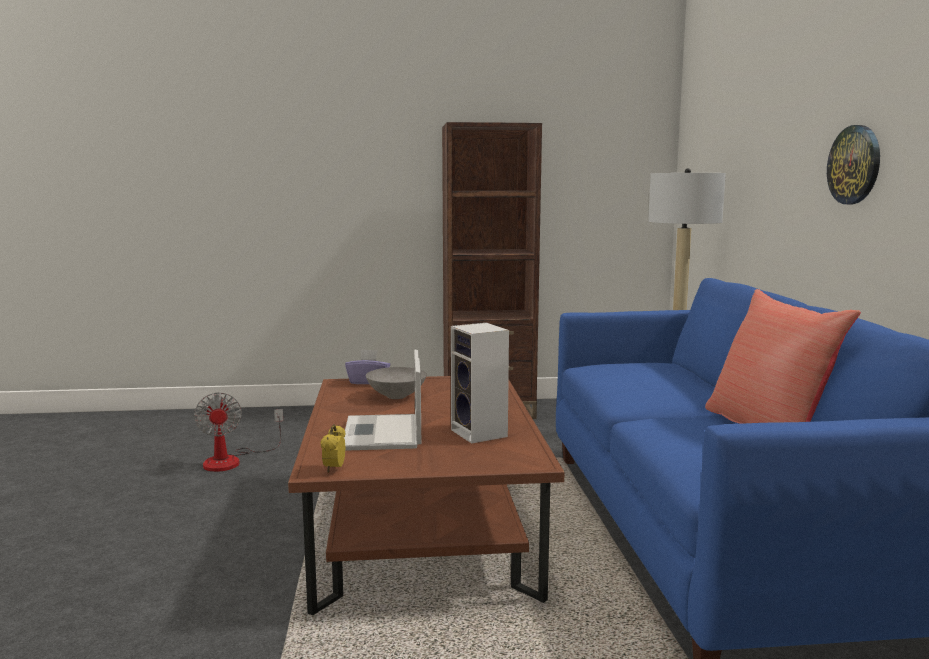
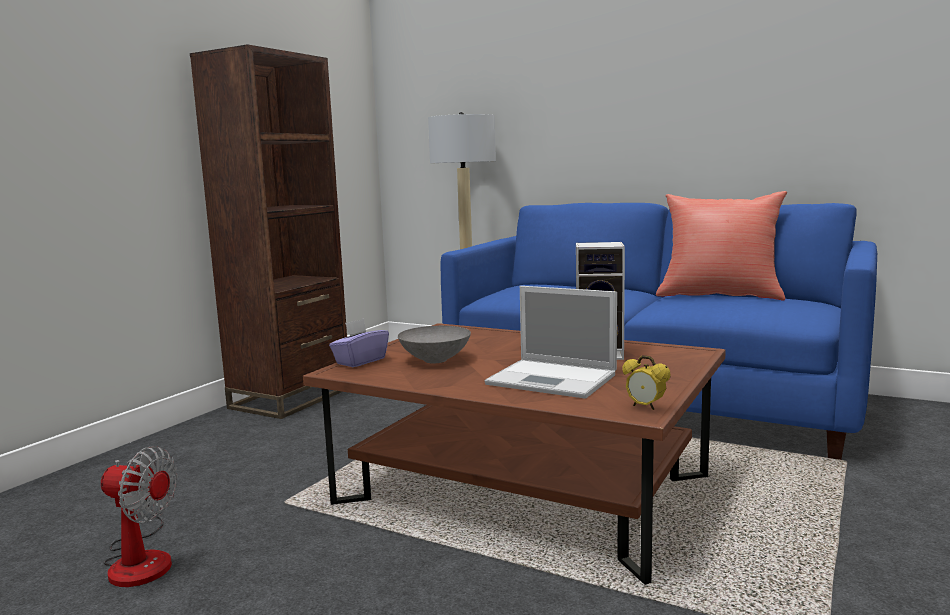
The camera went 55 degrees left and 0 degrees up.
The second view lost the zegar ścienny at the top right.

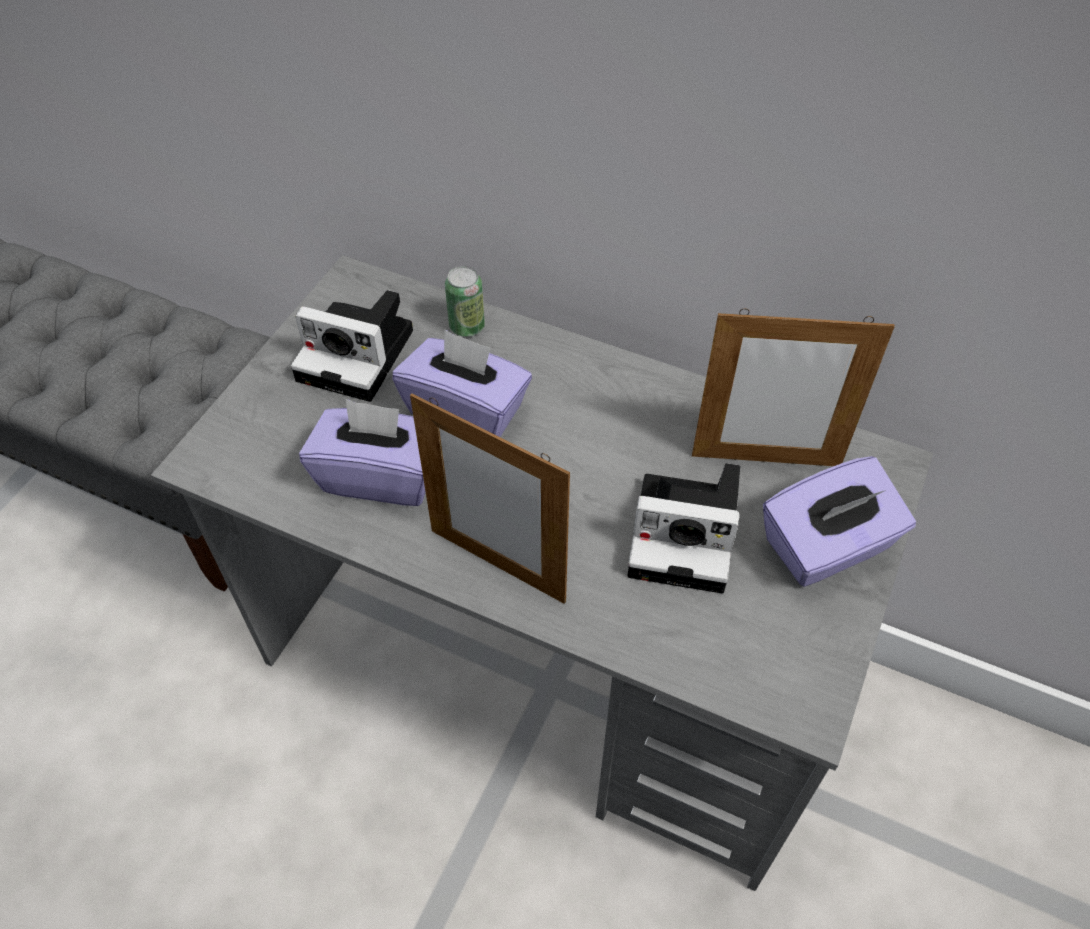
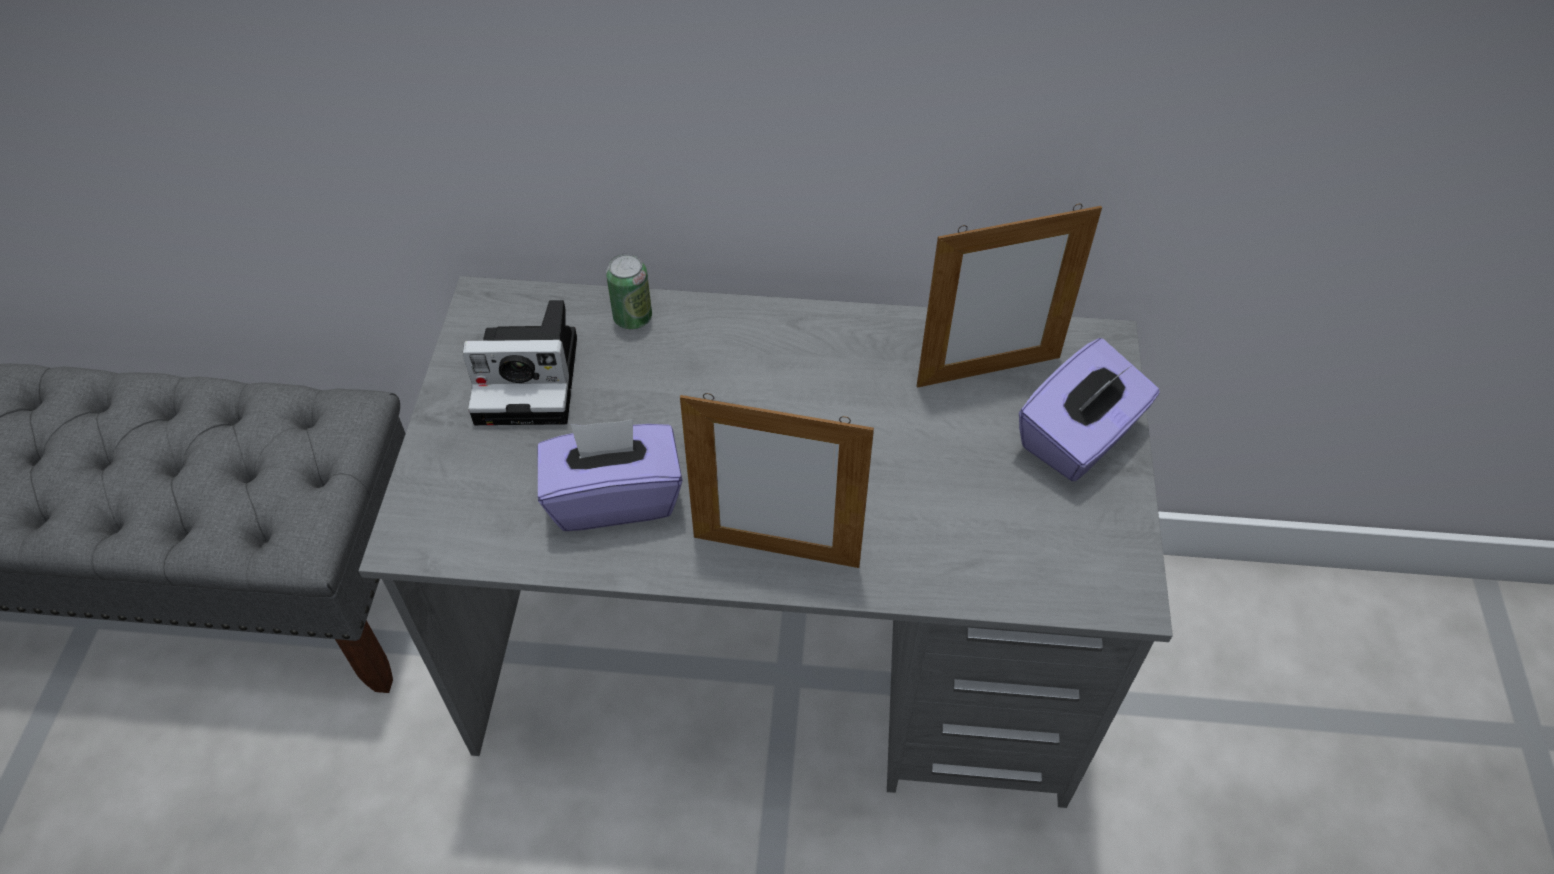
The camera went 20 degrees left and 0 degrees up.
The second view lost the pudełko chusteczek [fioletowy] (2nd from left) at the centre.
The second view lost the aparat fotograficzny (2nd from left) at the centre.

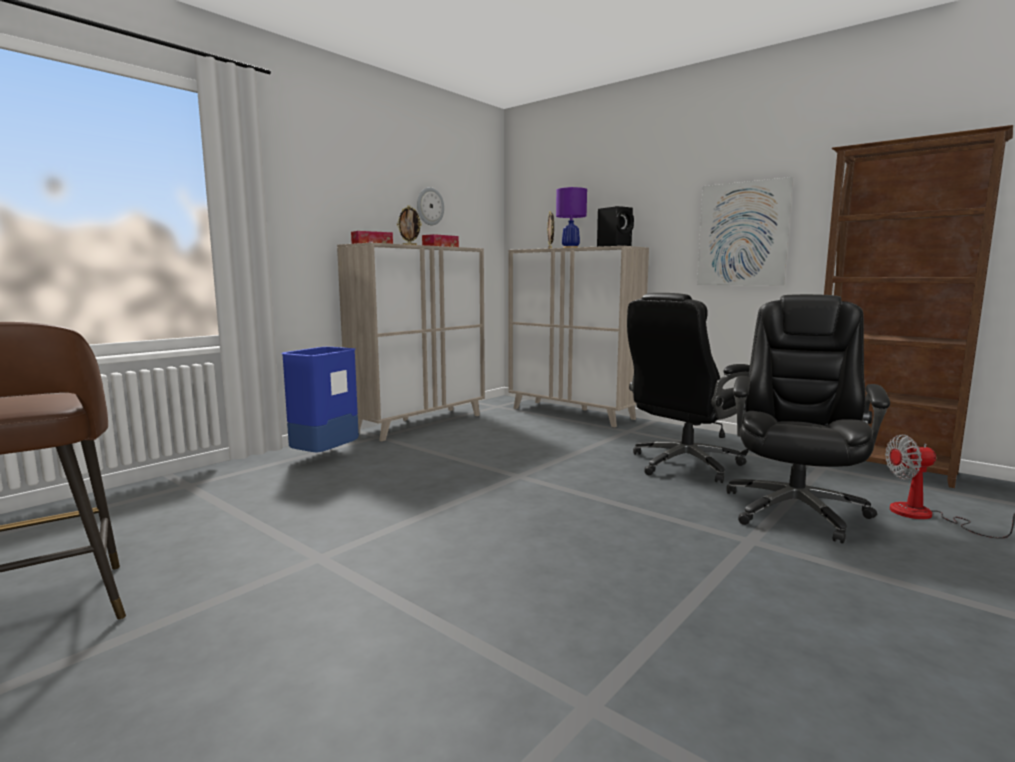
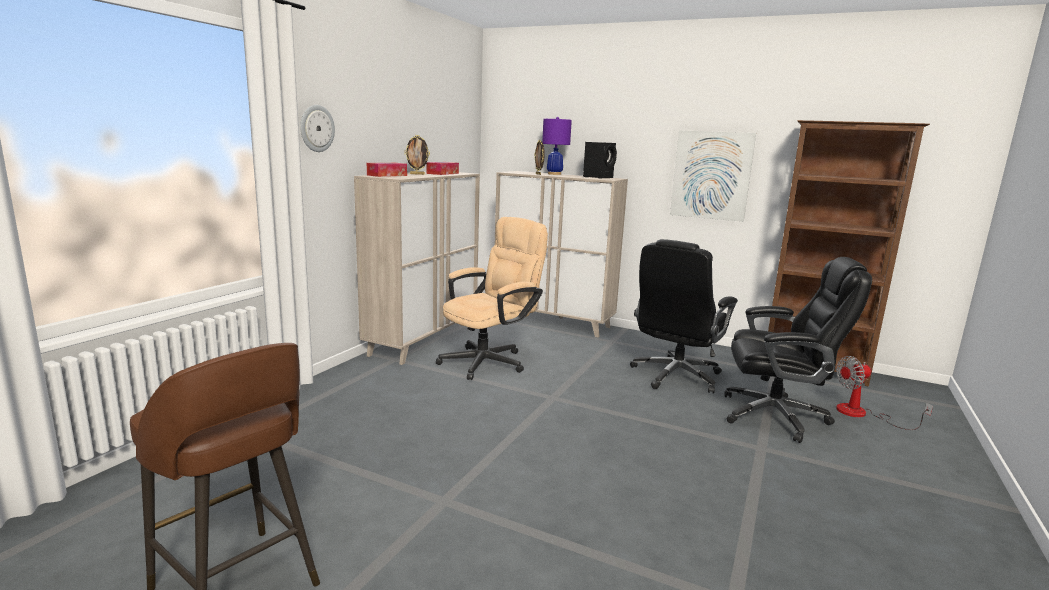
The camera went 15 degrees left and 5 degrees up.
The second view lost the kosz na śmieci [niebieski] at the middle left.
The zegar ścienny ended up elsewhere, having gone from the top centre to the top left.
The krzesło biurowe [czarny] (2nd from left) at the middle right ended up facing another way, 90 degrees clockwise from before.
The second view gained the krzesło biurowe [beżowy] at the centre.

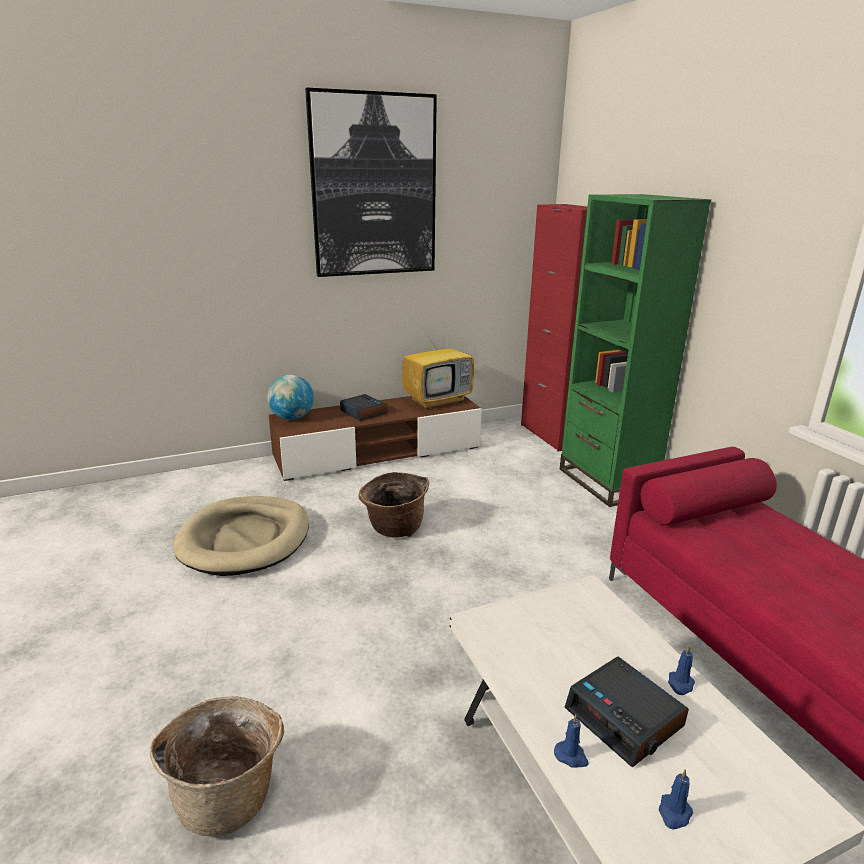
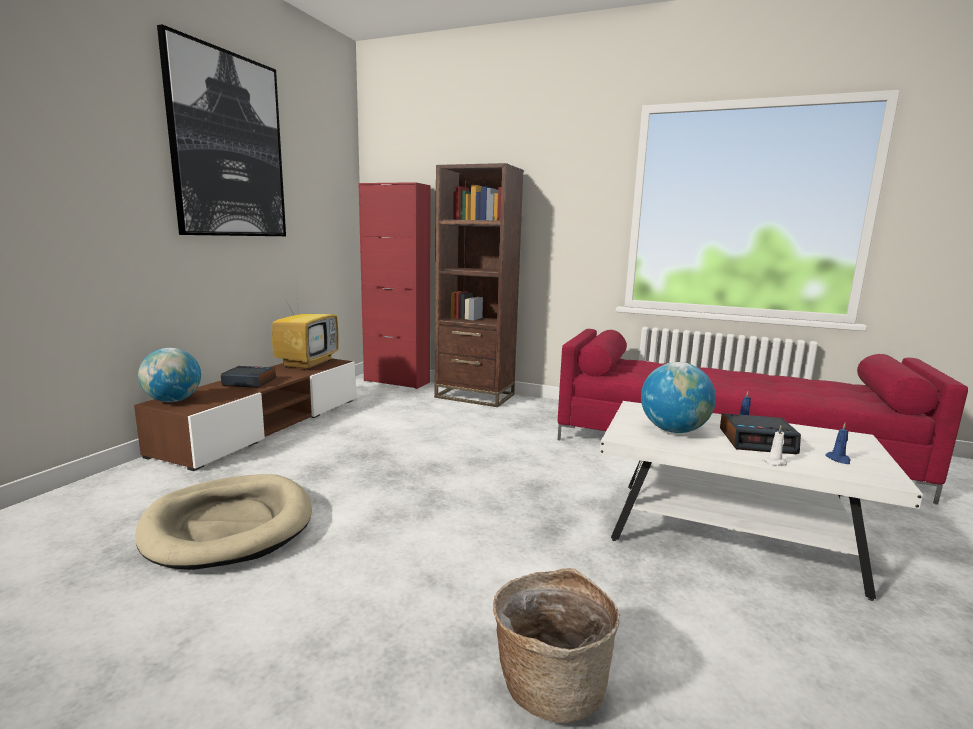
The camera went 45 degrees left and 10 degrees down.
The second view lost the koszyk (2nd from left) at the centre.
What was the świeca [niebieski] (1st from left) at the bottom centre turned into the świeca [biały] at the middle right.
What was the regał [zielony] at the middle right turned into the regał [brązowy] at the centre.
The second view gained the globus (2nd from left) at the middle right.

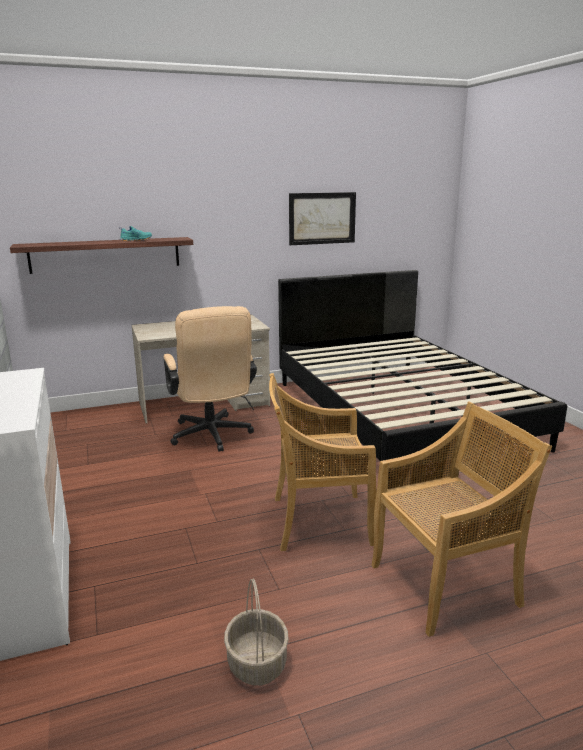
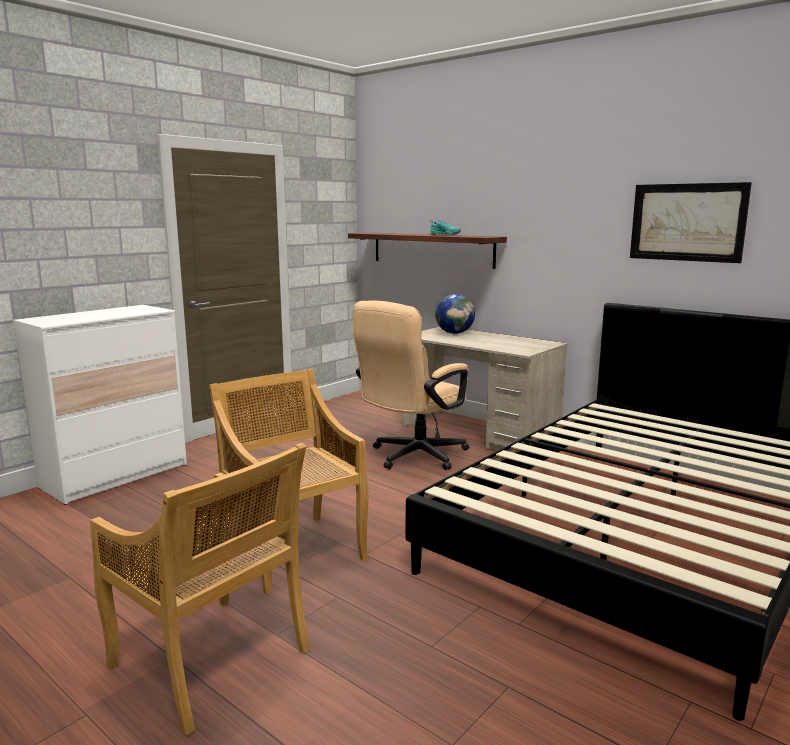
The camera went 60 degrees right and 5 degrees down.
The second view lost the koszyk at the bottom centre.
The second view gained the globus at the centre.

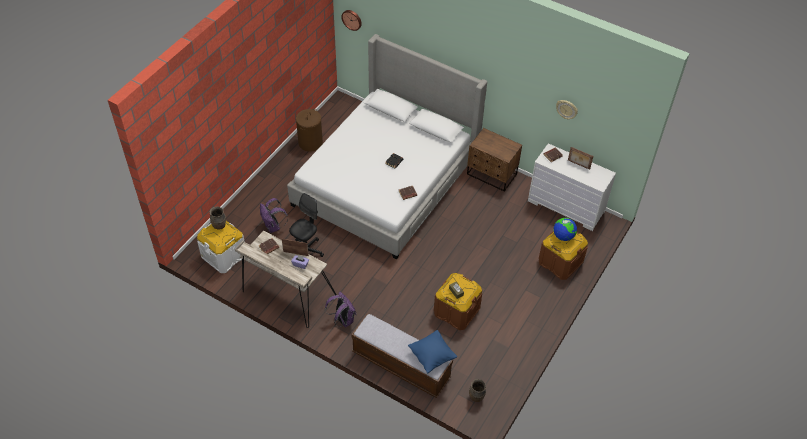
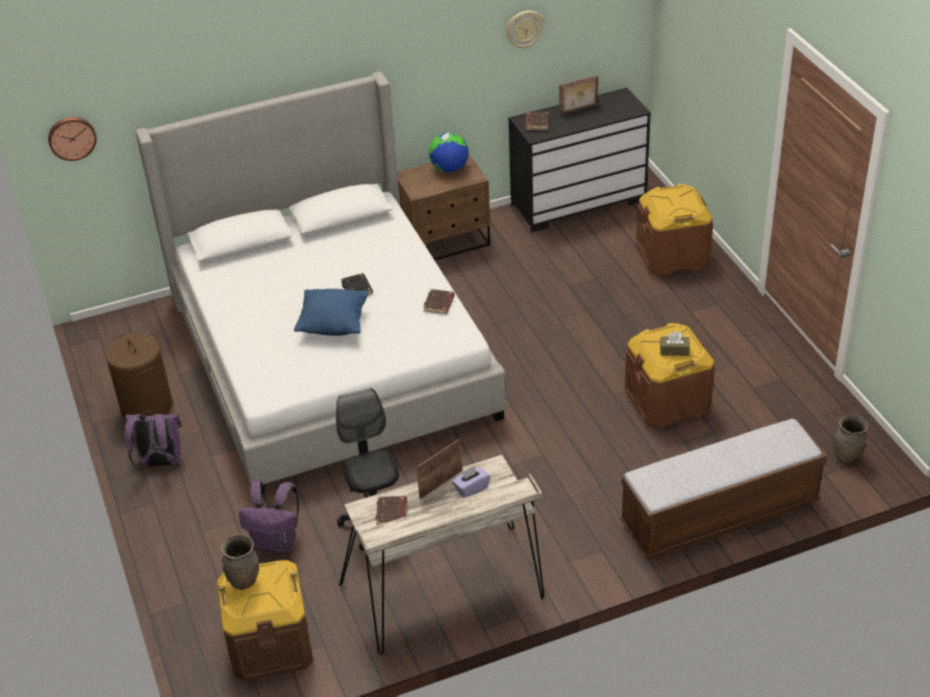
The camera went 50 degrees left and 10 degrees down.
What was the pojemnik do przechowywania [biały] at the middle left turned into the pojemnik do przechowywania [brązowy] (1st from left) at the bottom left.
The plecak [fioletowy] (2nd from left in the first image) ended up elsewhere, having gone from the bottom centre to the middle left.
The poduszka [niebieski] ended up elsewhere, having gone from the bottom centre to the centre.
What was the komoda [biały] at the middle right turned into the komoda [czarny] at the top centre.
The globus ended up elsewhere, having gone from the middle right to the top centre.

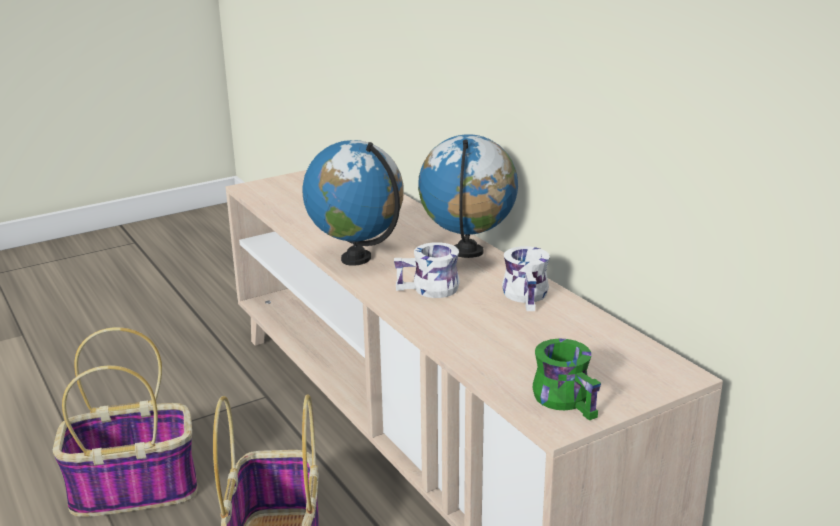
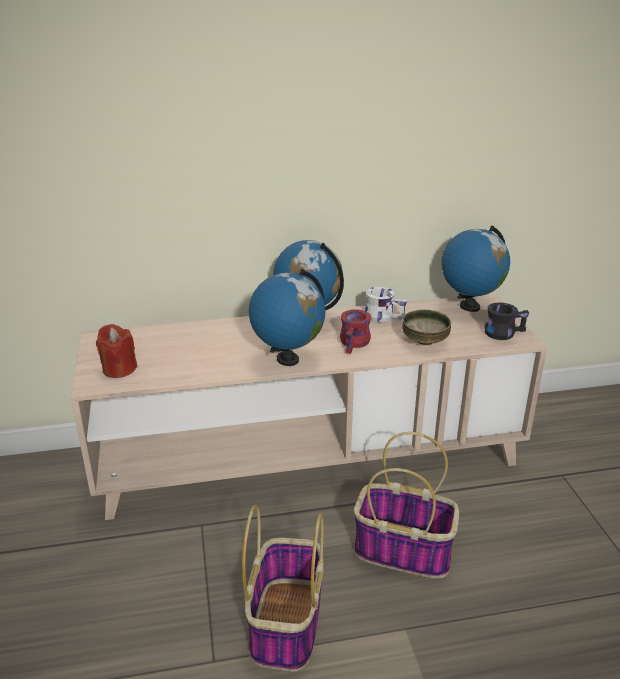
The camera went 70 degrees left and 5 degrees up.
What was the kubek [biały] (1st from left) at the centre turned into the kubek [czerwony] at the centre.
What was the kubek [zielony] at the bottom right turned into the kubek [czarny] at the middle right.
The second view gained the świeca [czerwony] at the middle left.
The second view gained the miska at the middle right.
The second view gained the globus (3rd from left) at the middle right.

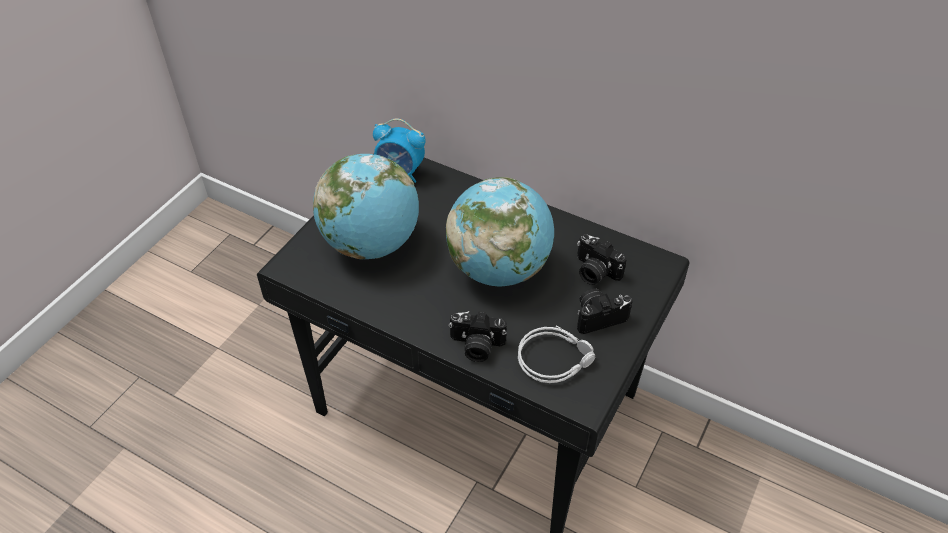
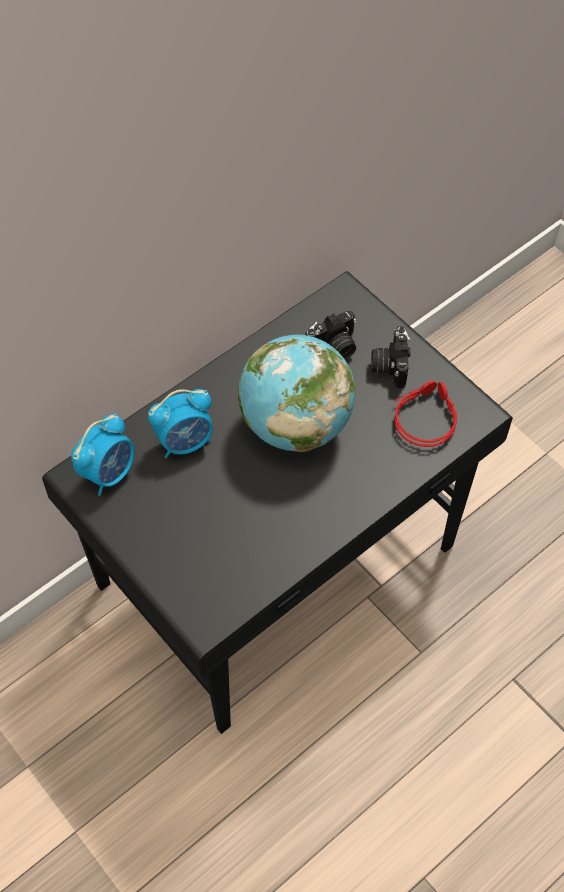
The camera went 70 degrees left and 10 degrees up.
The second view lost the globus (1st from left) at the centre.
The second view lost the aparat fotograficzny (1st from left) at the centre.
What was the słuchawki [szary] at the centre turned into the słuchawki [czerwony] at the middle right.
The second view gained the budzik (2nd from left) at the middle left.

